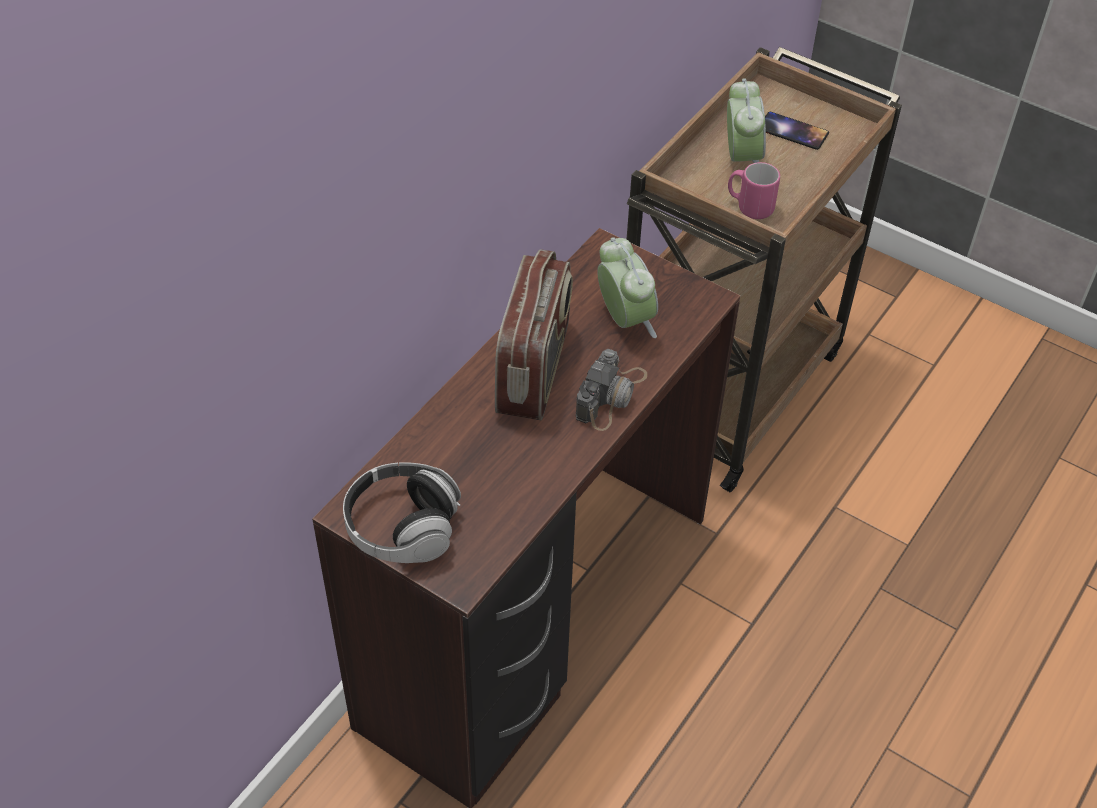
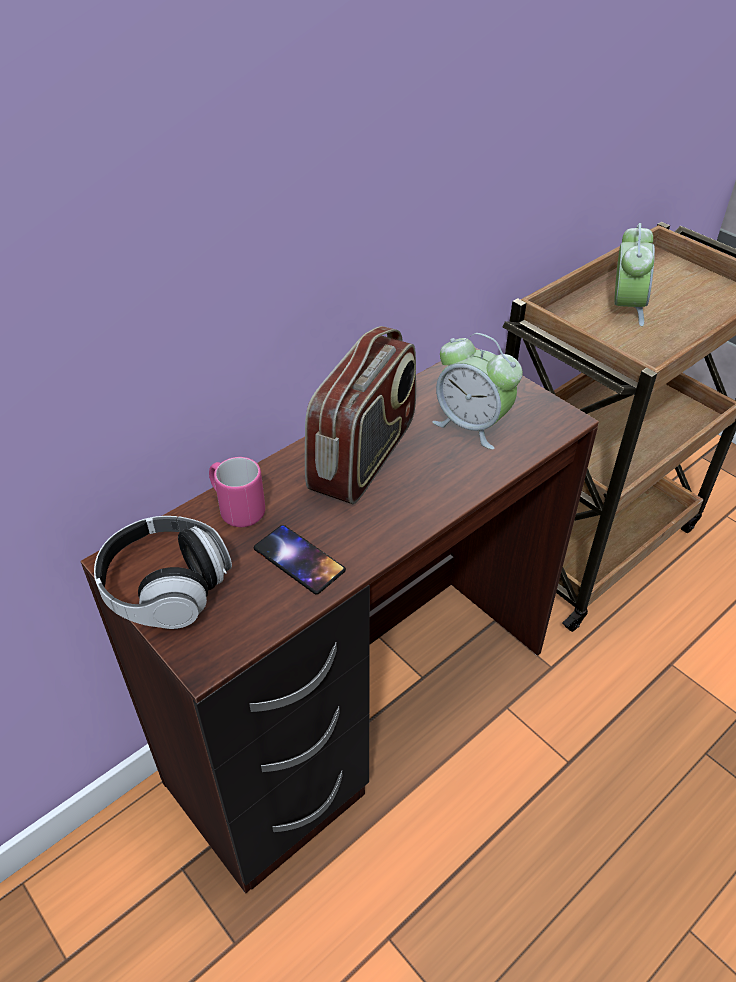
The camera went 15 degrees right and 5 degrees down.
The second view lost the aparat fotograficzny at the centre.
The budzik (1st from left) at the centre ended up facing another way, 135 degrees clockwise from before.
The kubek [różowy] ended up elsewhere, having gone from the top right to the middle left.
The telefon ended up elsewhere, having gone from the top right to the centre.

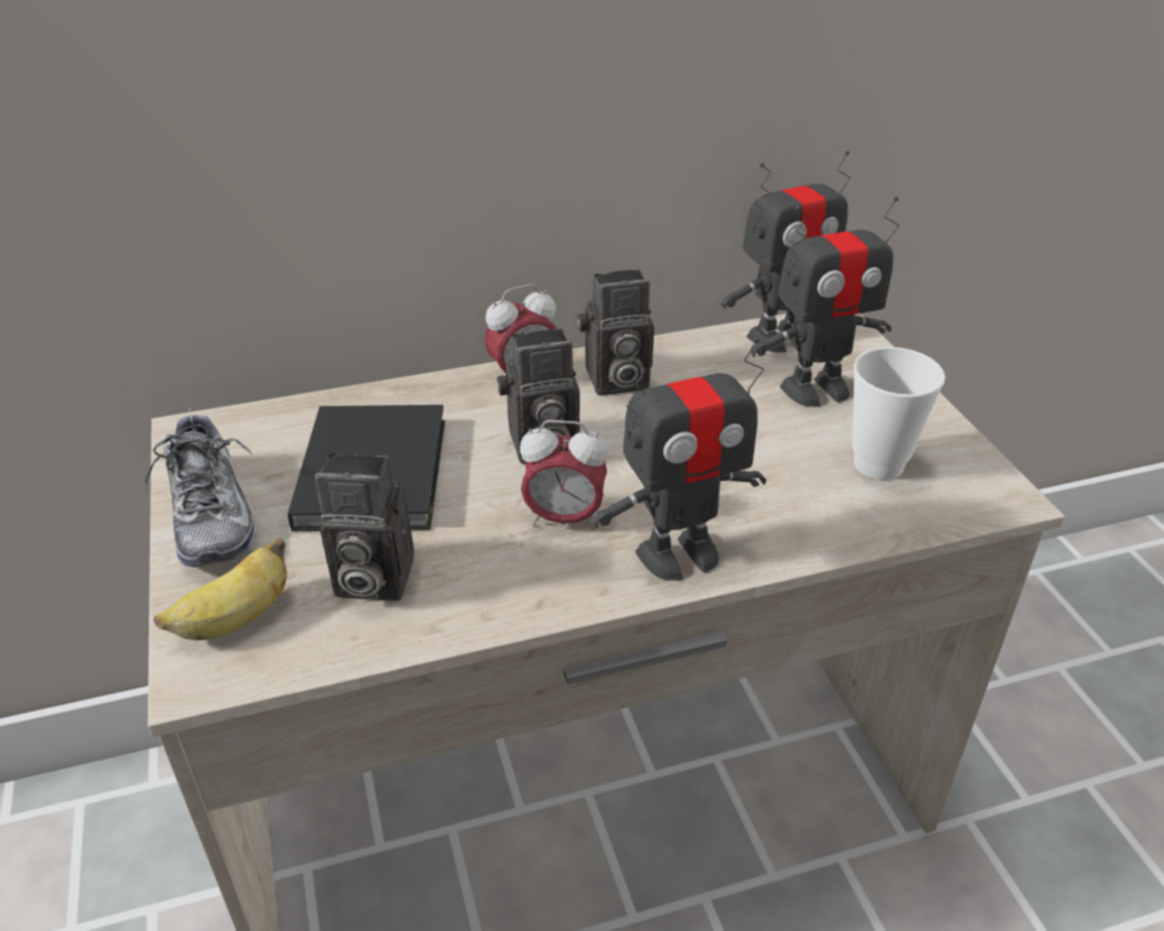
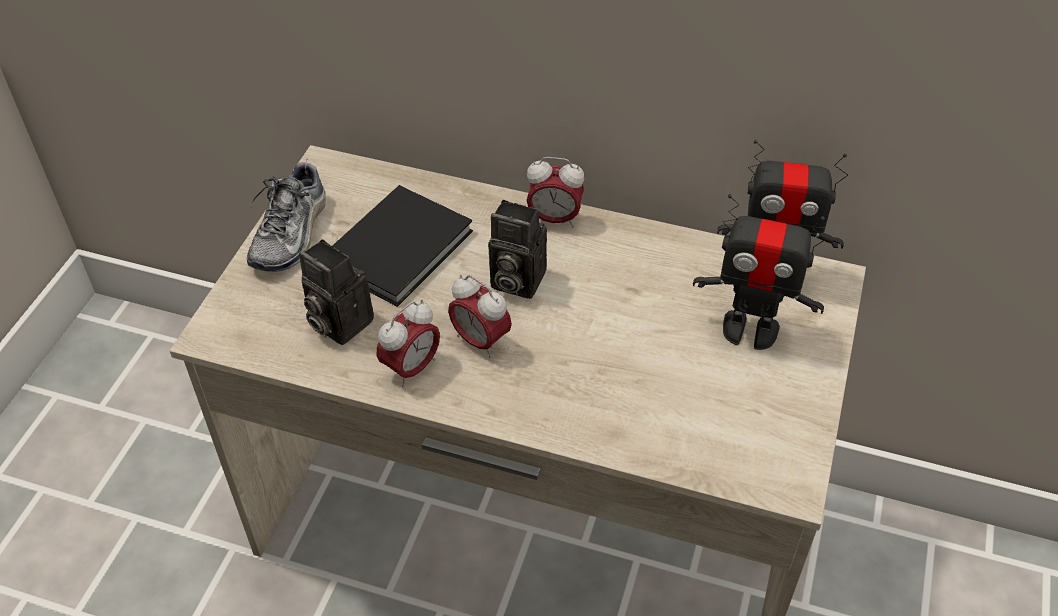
The camera went 35 degrees right and 10 degrees up.
The second view lost the banan at the middle left.
The second view lost the aparat fotograficzny (3rd from left) at the centre.
The second view lost the robot zabawkowy (1st from left) at the centre.
The second view lost the filiżanka at the middle right.
The second view gained the budzik (1st from left) at the centre.

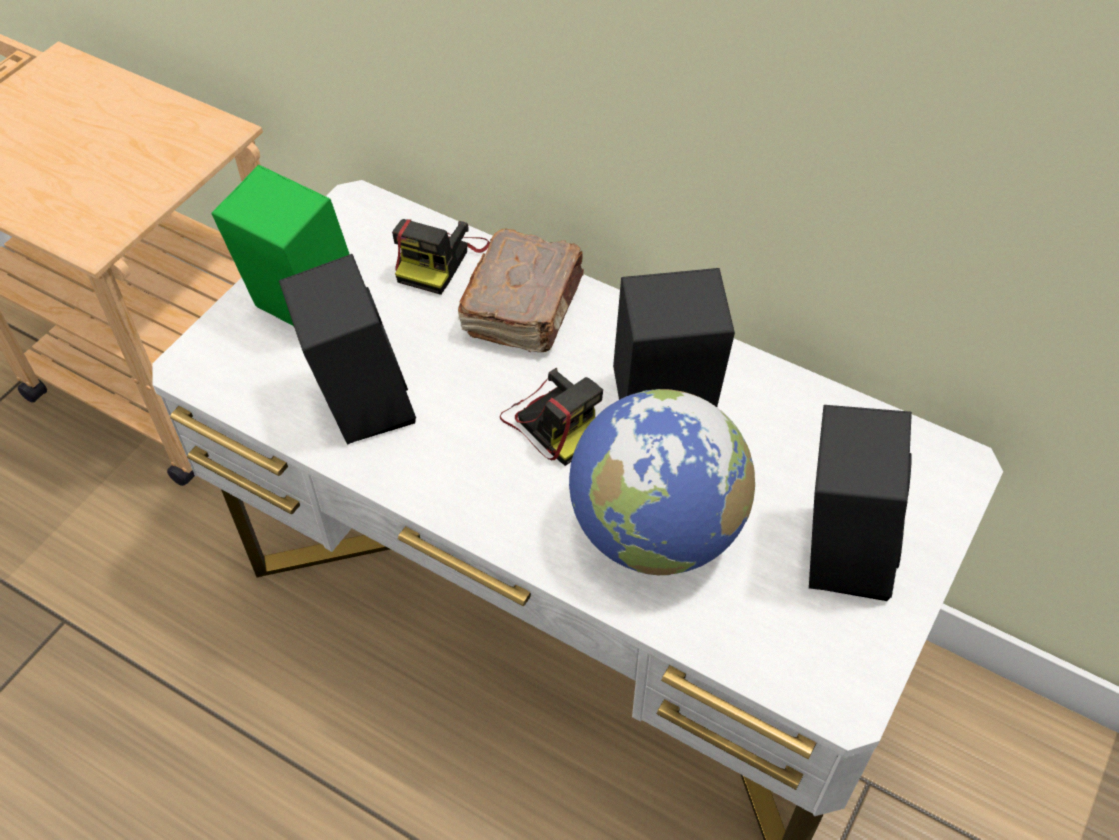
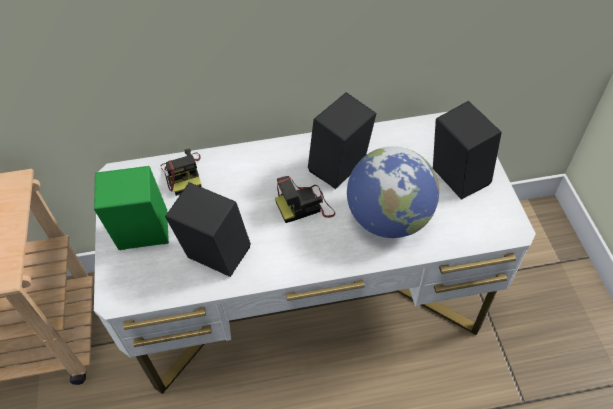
The camera went 40 degrees left and 0 degrees up.
The second view lost the książka [brązowy] at the centre.
The aparat fotograficzny (2nd from left) at the centre ended up facing another way, 150 degrees clockwise from before.

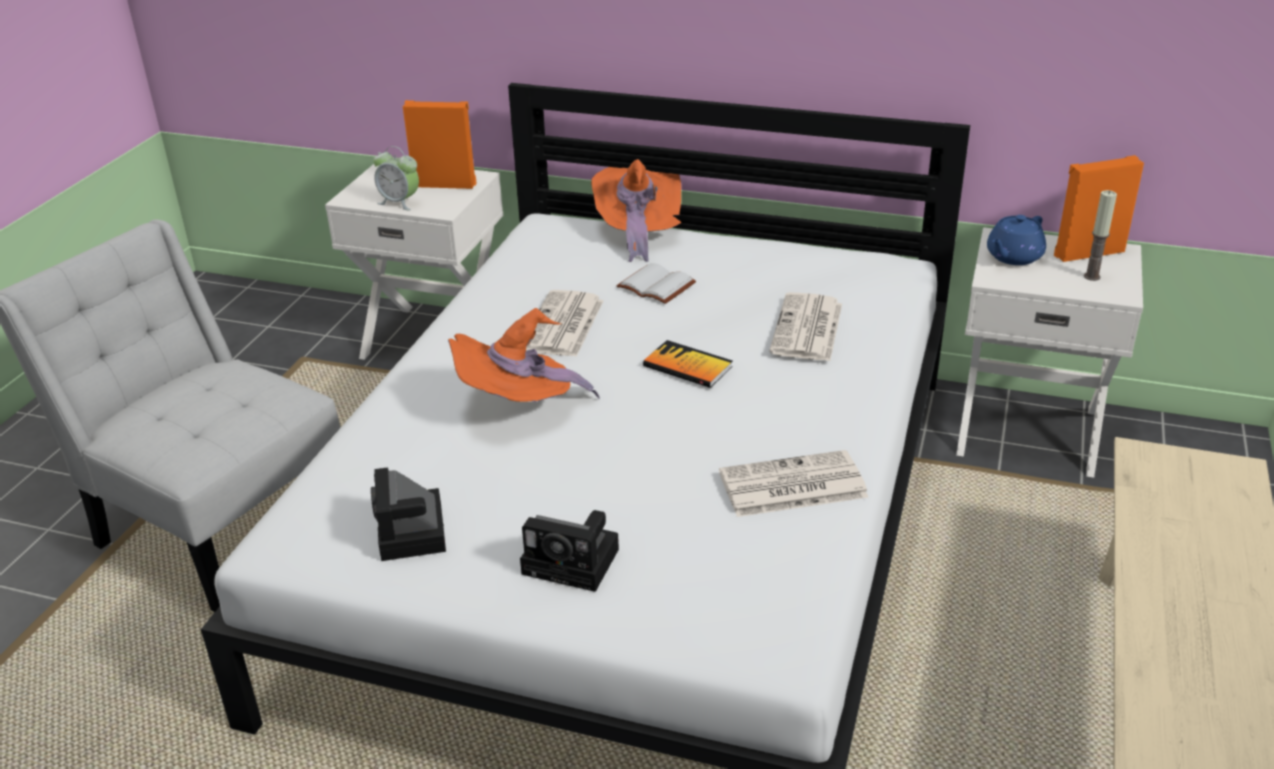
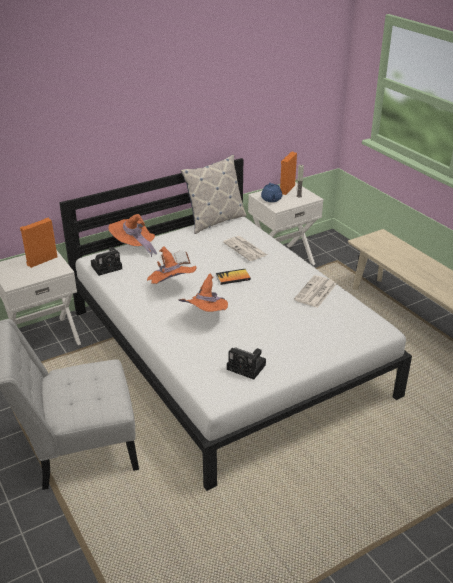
The camera went 50 degrees left and 0 degrees up.
The second view lost the budzik at the top left.
The aparat fotograficzny (2nd from left in the first image) ended up elsewhere, having gone from the bottom centre to the middle left.
Where the gazeta (1st from left) stood at the centre, the kapelusz [pomarańczowy] (2nd from left) came to stand at the centre.
The second view gained the poduszka at the top centre.

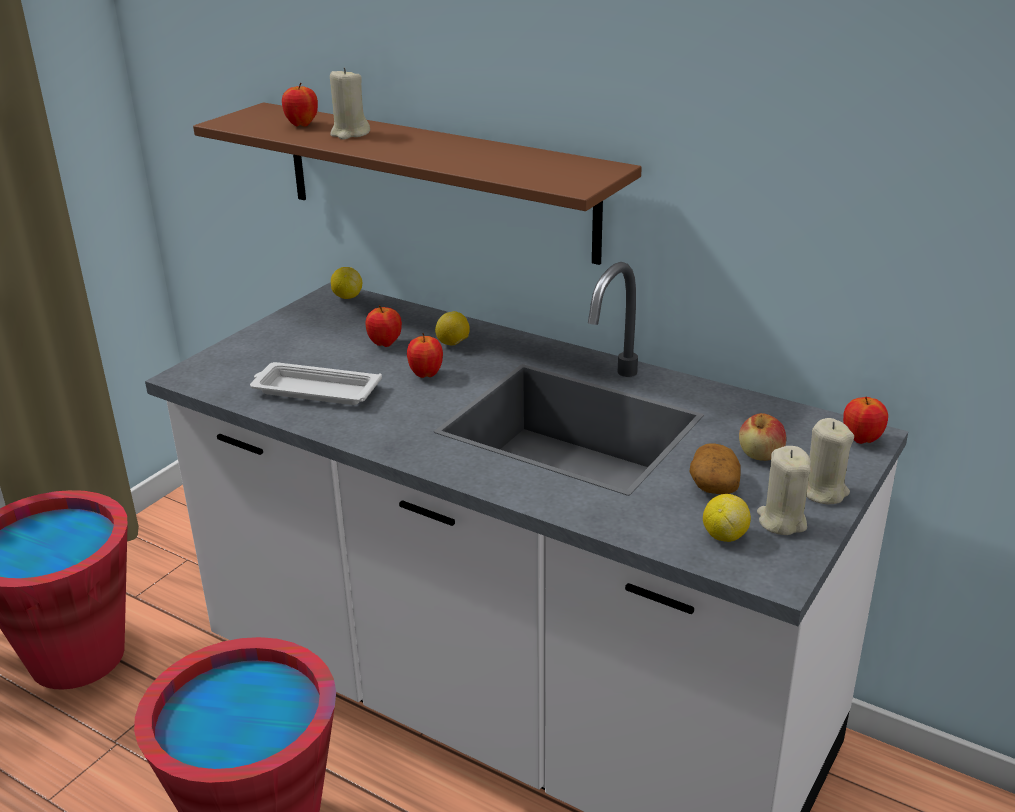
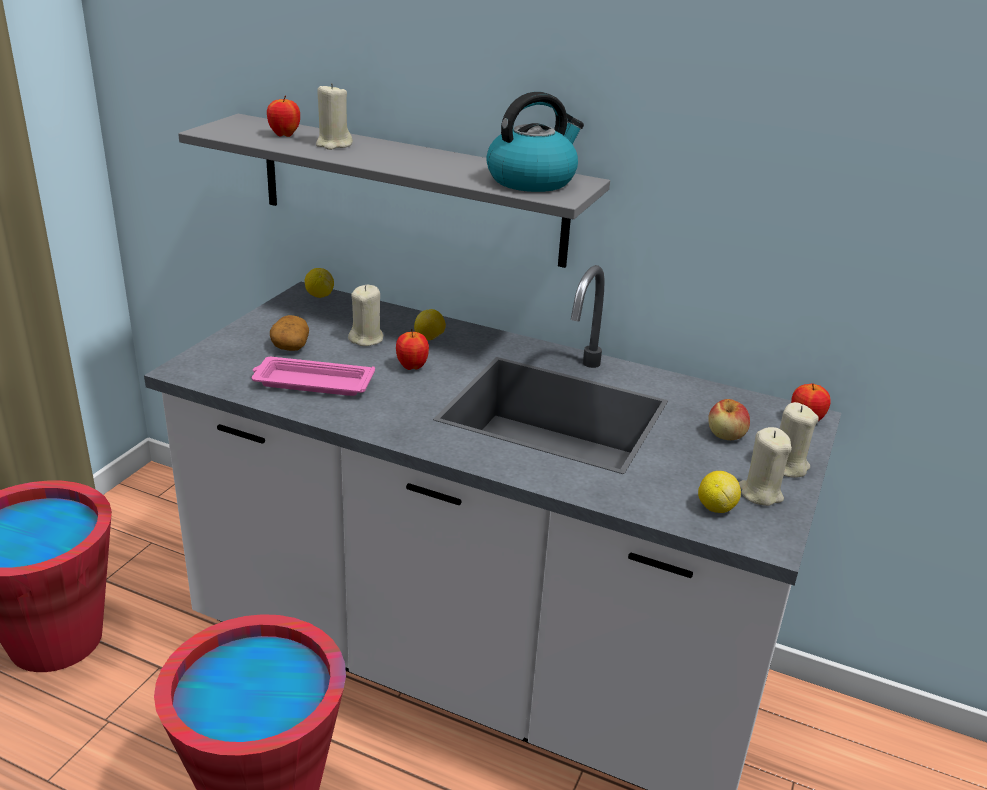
The camera went 10 degrees left and 0 degrees up.
What was the półka [brązowy] at the top centre turned into the półka [szary] at the top centre.
What was the taca [biały] at the middle left turned into the taca [różowy] at the middle left.
Where the jabłko (2nd from left) stood at the centre, the świeca [beżowy] (2nd from left) came to stand at the centre.
The ziemniak ended up elsewhere, having gone from the middle right to the middle left.
The second view gained the czajnik at the top centre.

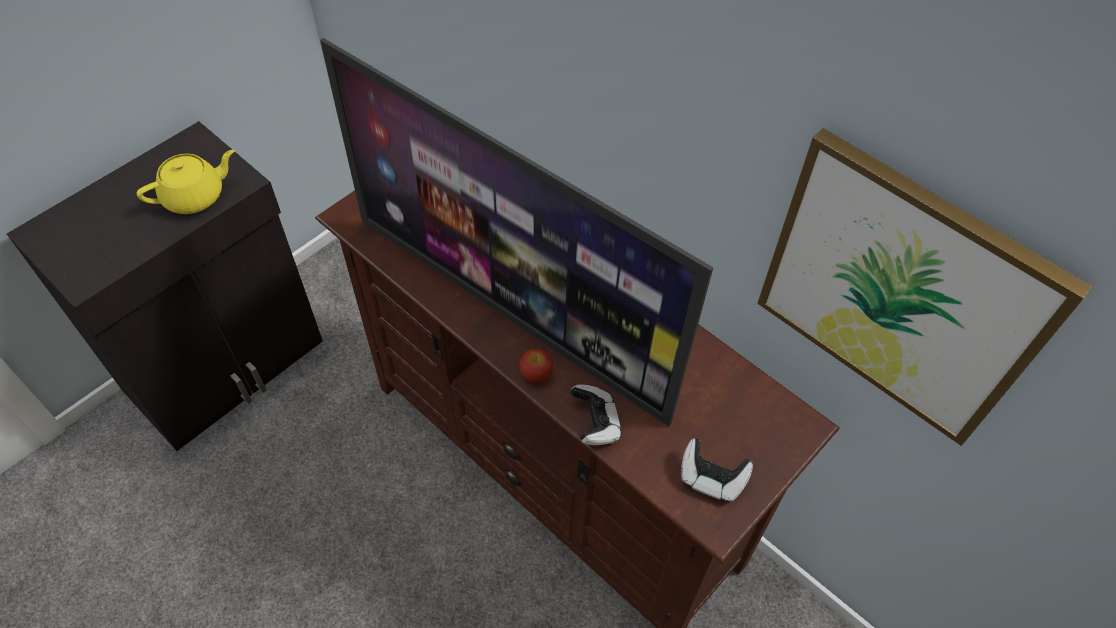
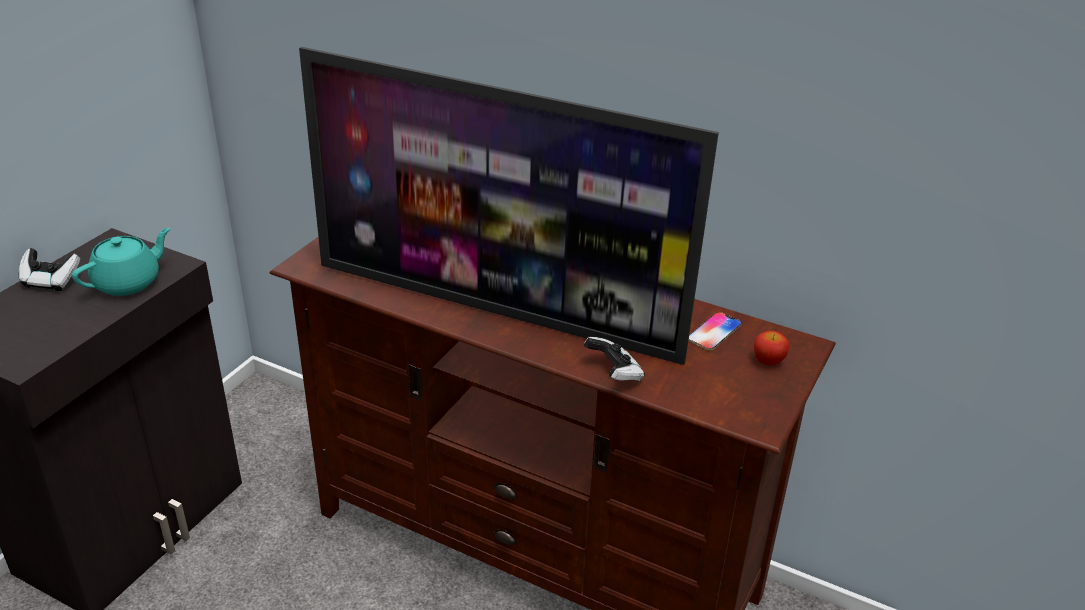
The camera went 15 degrees left and 20 degrees down.
What was the imbryk [żółty] at the top left turned into the imbryk [turkusowy] at the middle left.
The jabłko ended up elsewhere, having gone from the centre to the middle right.
The pad do gier (2nd from left in the first image) ended up elsewhere, having gone from the bottom centre to the middle left.
The second view lost the obraz at the middle right.
The second view gained the telefon at the centre.

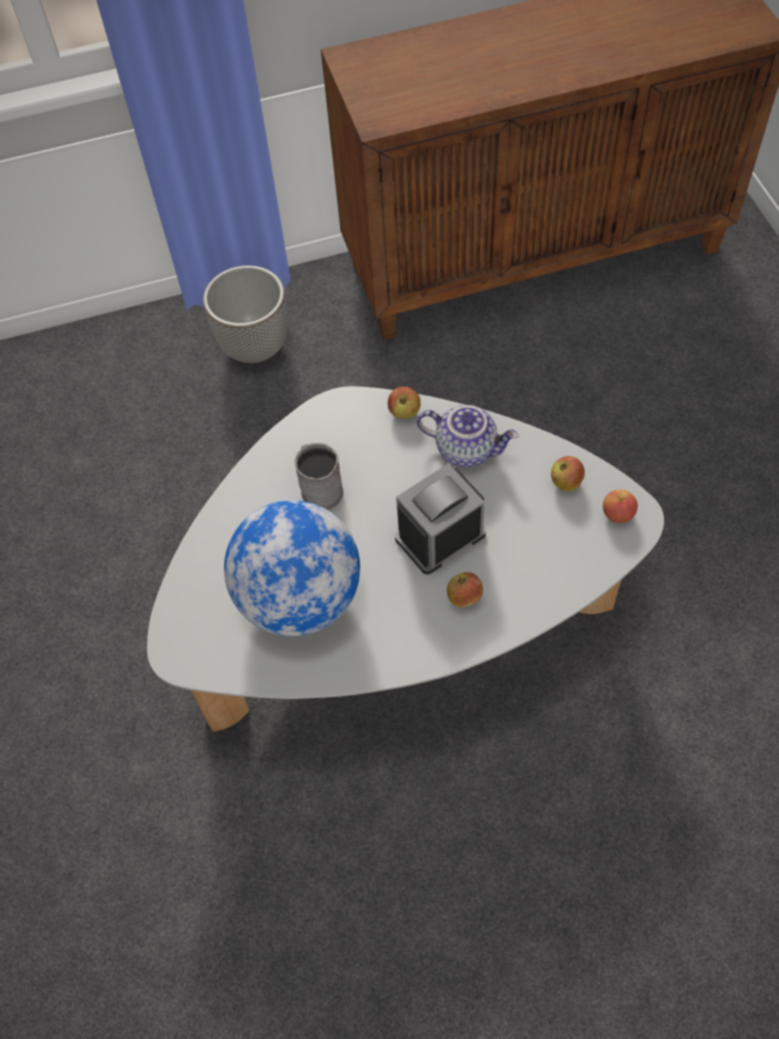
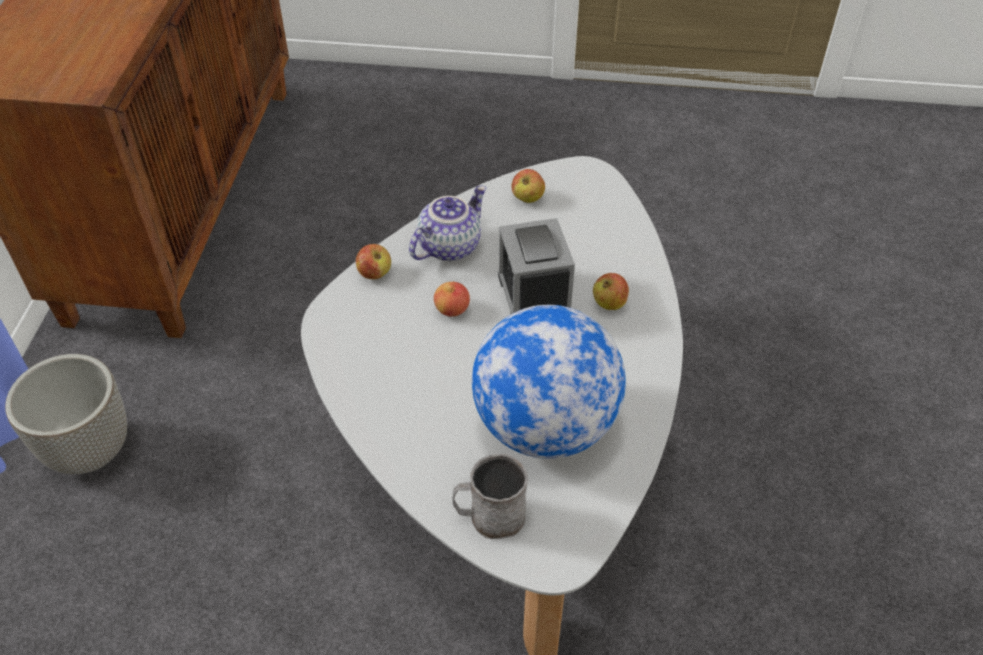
The camera went 70 degrees left and 10 degrees down.
The kubek [szary] ended up elsewhere, having gone from the centre to the bottom centre.
The jabłko (4th from left in the first image) ended up elsewhere, having gone from the middle right to the centre.

